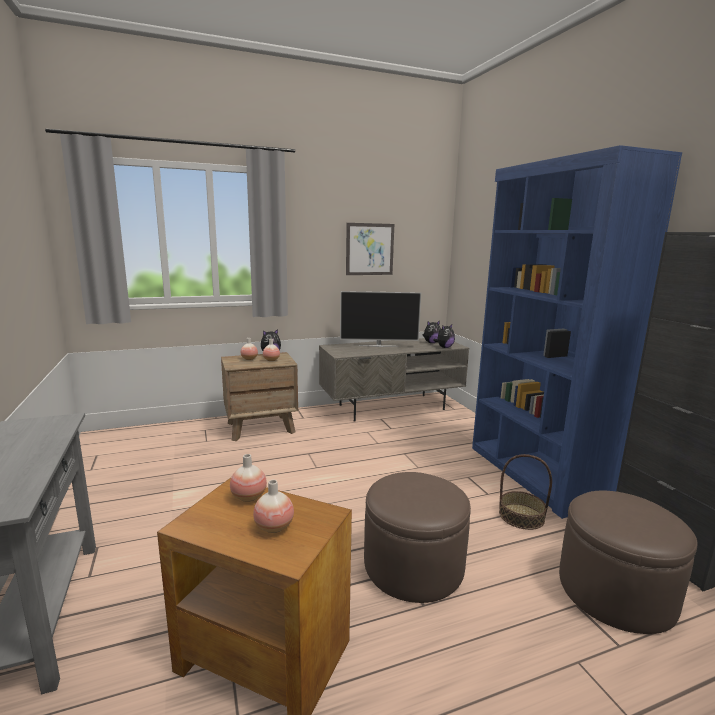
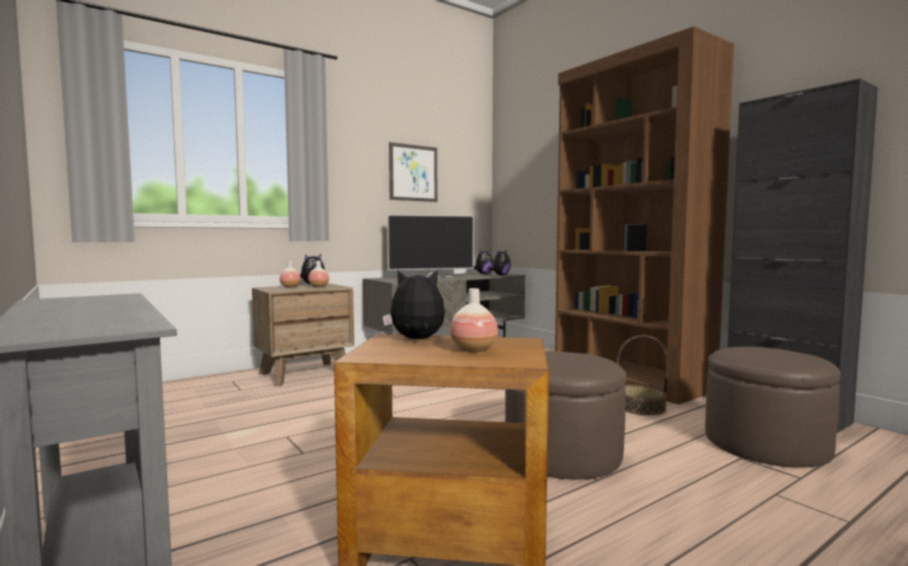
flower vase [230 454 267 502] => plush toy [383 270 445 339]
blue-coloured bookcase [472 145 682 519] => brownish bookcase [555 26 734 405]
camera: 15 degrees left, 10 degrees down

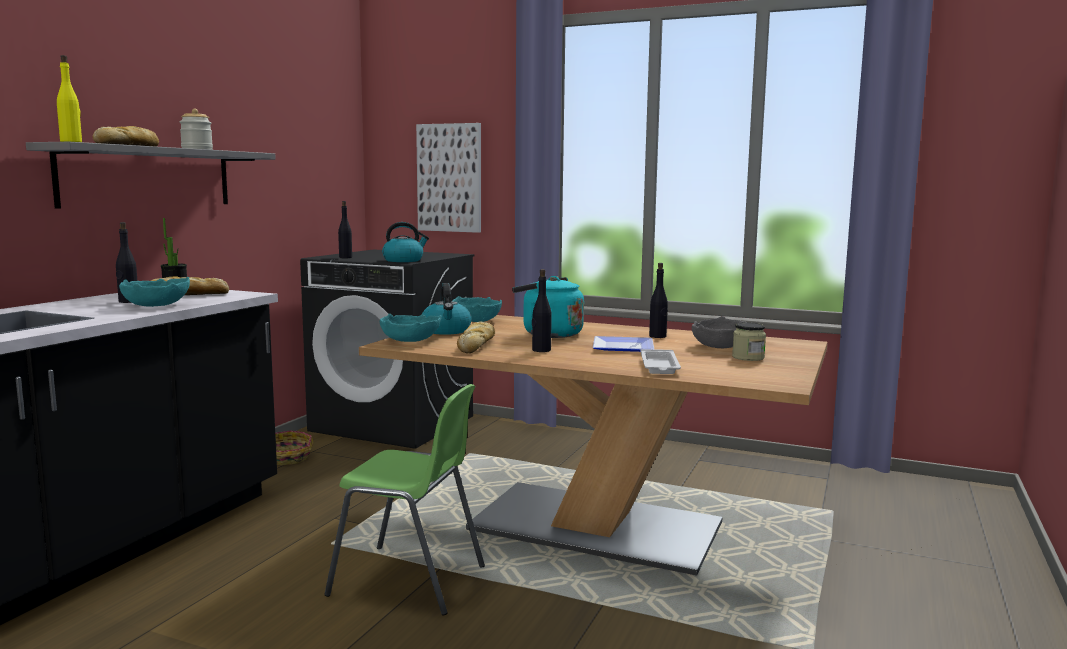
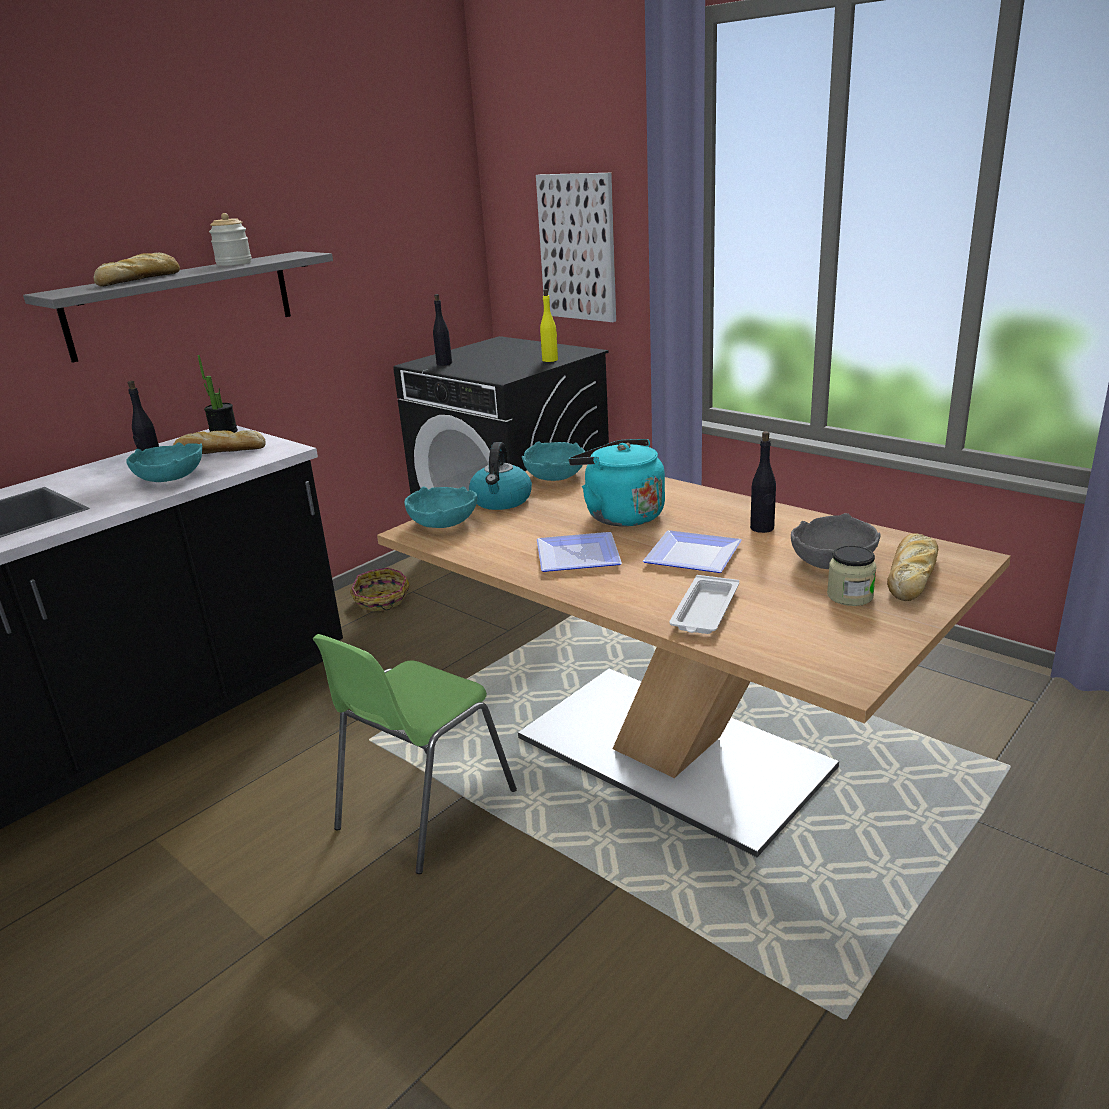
water kettle [382 222 429 262] => nothing
yellow beverage bottle [57 55 82 142] => yellow beverage bottle [540 289 558 362], shifted
bakery bread [457 322 495 353] => bakery bread [887 533 938 601], shifted
blackish beverage bottle [532 269 552 352] => dinner plate [537 532 622 572]
greenish upright chair [324 384 485 615] => greenish upright chair [313 634 517 874], 90 degrees clockwise
camera: 20 degrees right, 15 degrees up

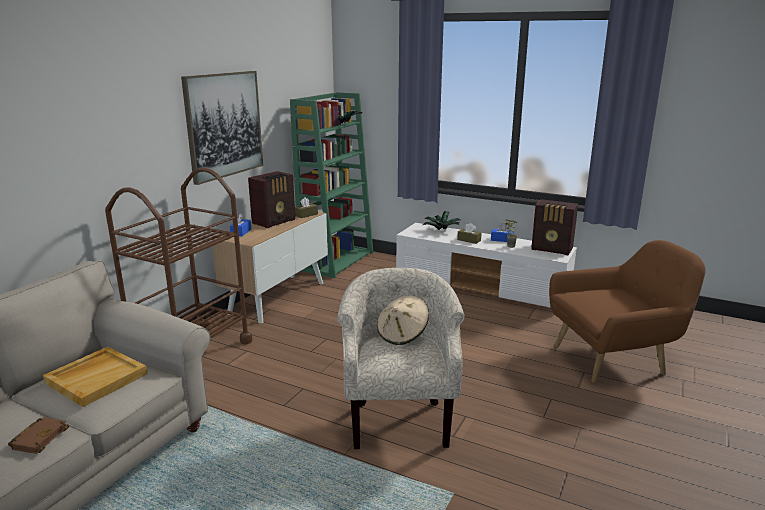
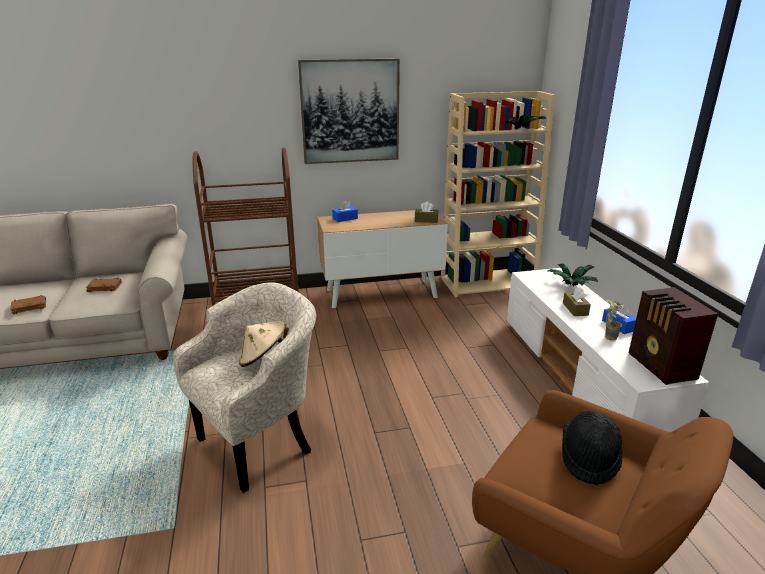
radio set [248 171 295 228] => nothing
nothing => blackish clothing hat [562 411 622 485]
sand-coloured tray [43 347 148 407] => brownish volume [86 277 122 292]
greenish bookcase [290 92 373 278] => sand-coloured bookcase [441 91 555 297]
camera: 50 degrees right, 5 degrees up

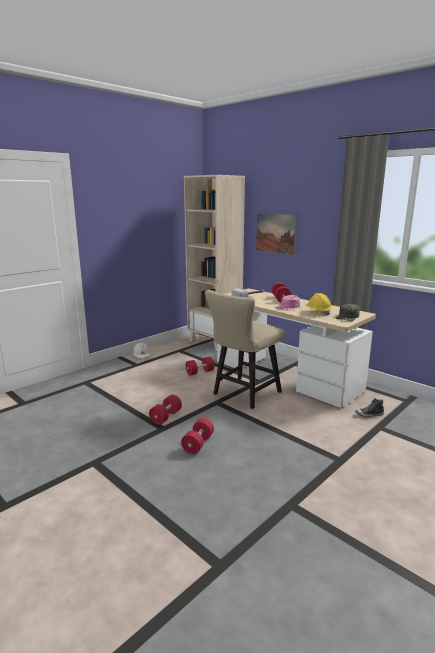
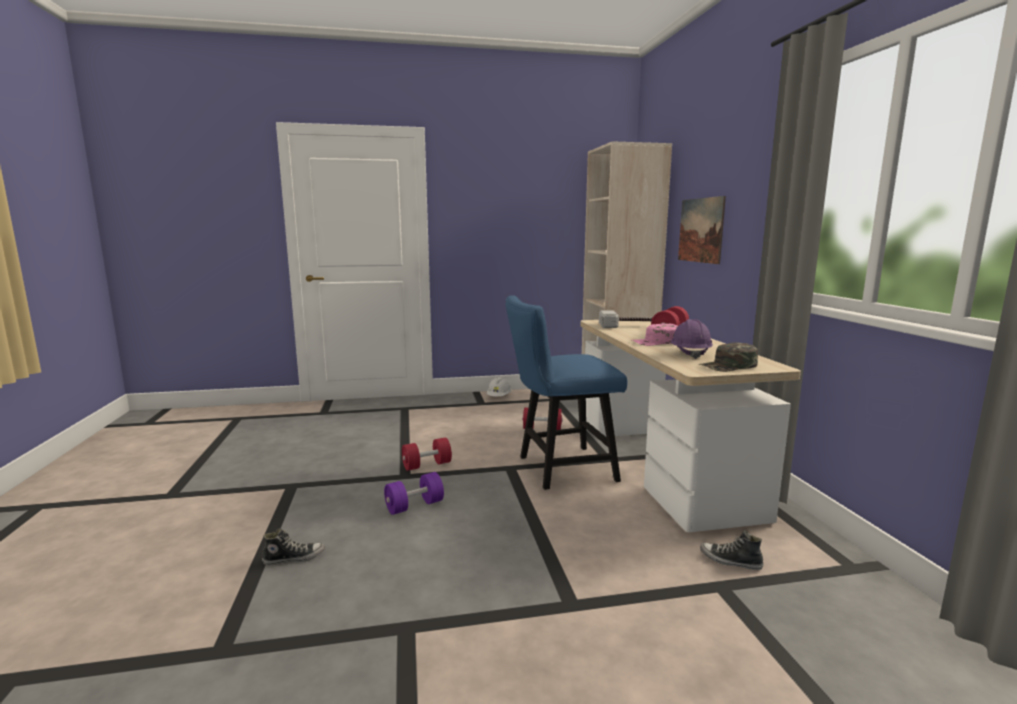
nothing => low shoe [262 528 325 565]
red-coloured dumbbell [181 418 214 454] => purplish dumbbell [384 472 444 515]
sand-coloured upright chair [205 290 285 409] => blue-coloured upright chair [506 295 628 490]
yellow safety helmet [306 293 332 315] => purplish safety helmet [671 319 713 359]
camera: 35 degrees right, 5 degrees down

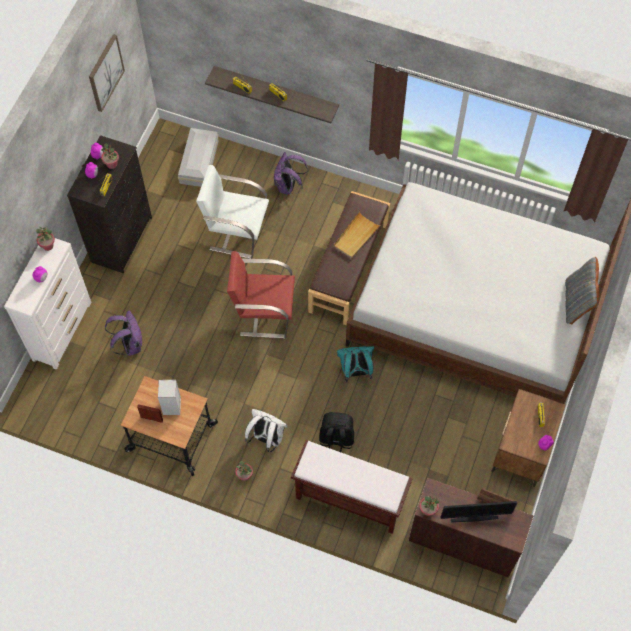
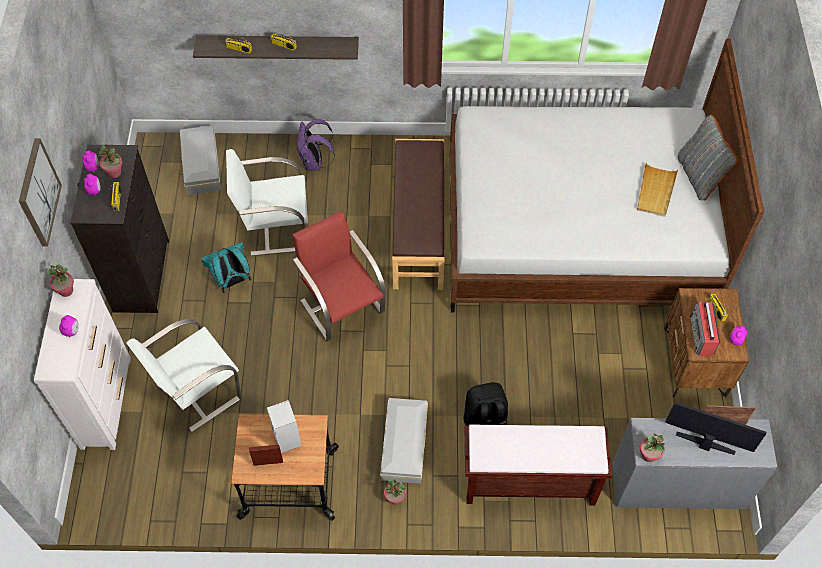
nothing => radio set [690 302 720 356]
wall picture [89 34 125 112] => wall picture [19 138 62 246], shifted
sand-coloured tray [334 212 381 258] => sand-coloured tray [637 163 678 217], shifted
turquoise rucksack [337 346 374 382] => turquoise rucksack [201 242 251 293], shifted
purplish rucksack [105 310 142 356] => white-coloured upright chair [126 319 241 432]
white-coloured rucksack [245 409 288 452] => white-coloured storage box [380 398 428 484]
brownish desk table [408 478 534 577] => gray desk table [612 418 777 509]
red-coloured upright chair [227 251 295 338] => red-coloured upright chair [292 211 386 341], 75 degrees clockwise
monitor [441 501 517 522] => monitor [665 402 766 455], 135 degrees counterclockwise
camera: 20 degrees left, 5 degrees down

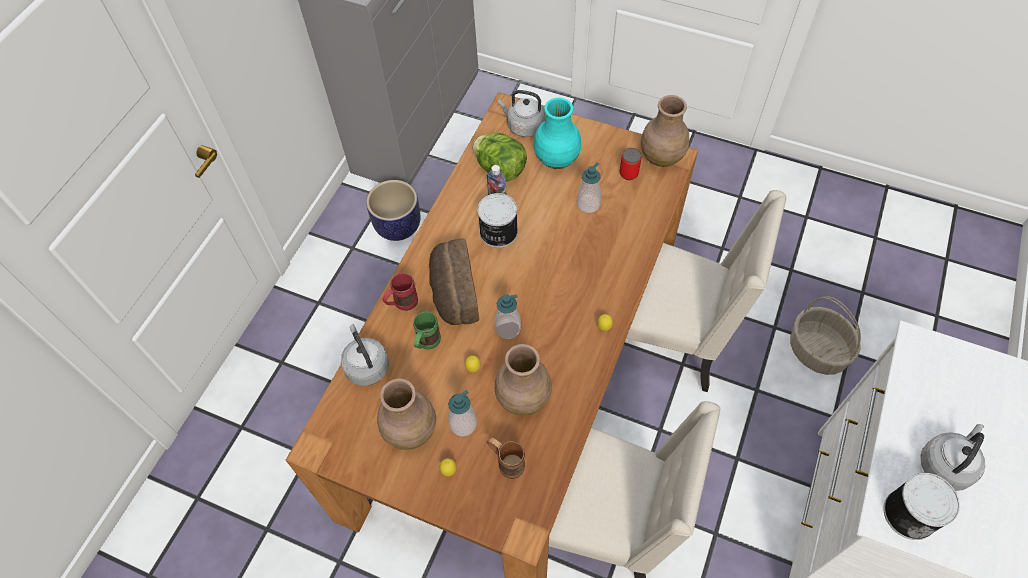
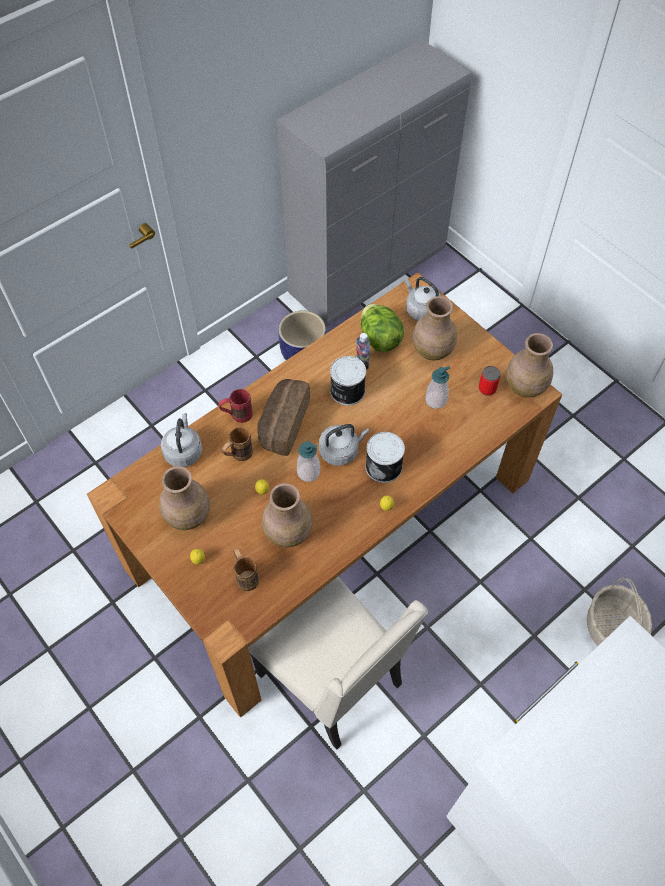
soap dispenser [448 390 477 437] => nothing
sand-coloured upright chair [626 190 787 392] => nothing
sealed can [883 473 960 540] => sealed can [365 432 405 483], shifted
gray water kettle [920 424 985 491] => gray water kettle [319 424 370 466], shifted
greenish tea mug [413 311 441 349] => brownish tea mug [222 427 253 461]
turquoise flower vase [534 98 581 169] => brownish flower vase [412 296 457 361]
camera: 25 degrees right, 0 degrees up

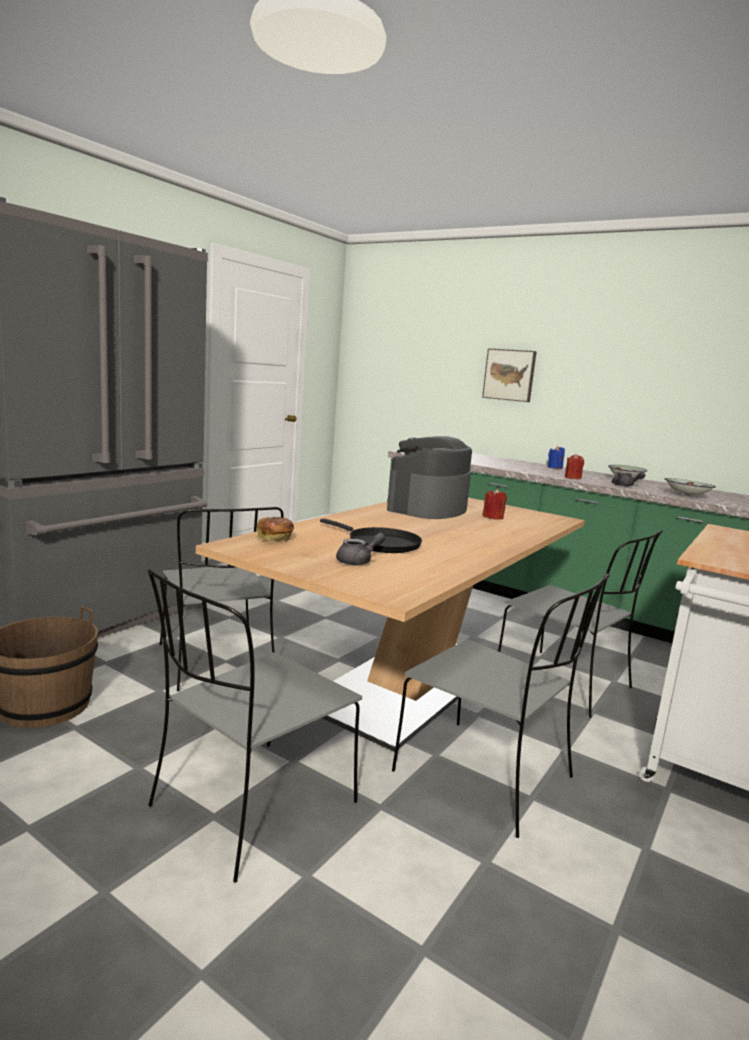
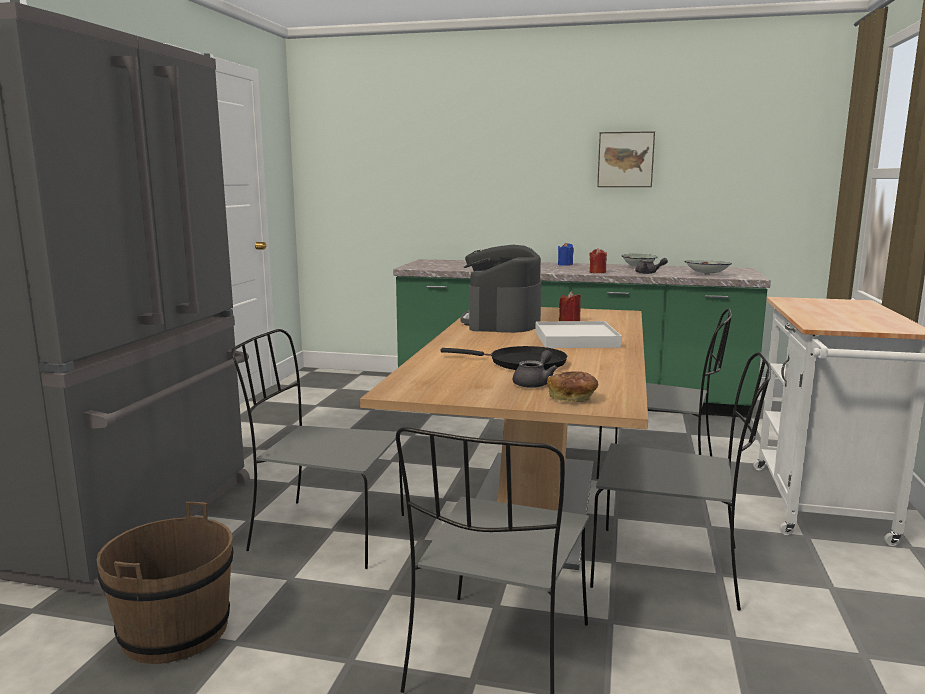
nothing => white-coloured tray [535 321 622 348]
bakery bread [257 517 294 542] => bakery bread [547 371 598 402], shifted
wall picture [482 348 537 402] => wall picture [597 131 655 187], shifted
gray upright chair [160 507 284 691] => gray upright chair [231 329 404 569], 150 degrees clockwise
camera: 20 degrees left, 0 degrees up

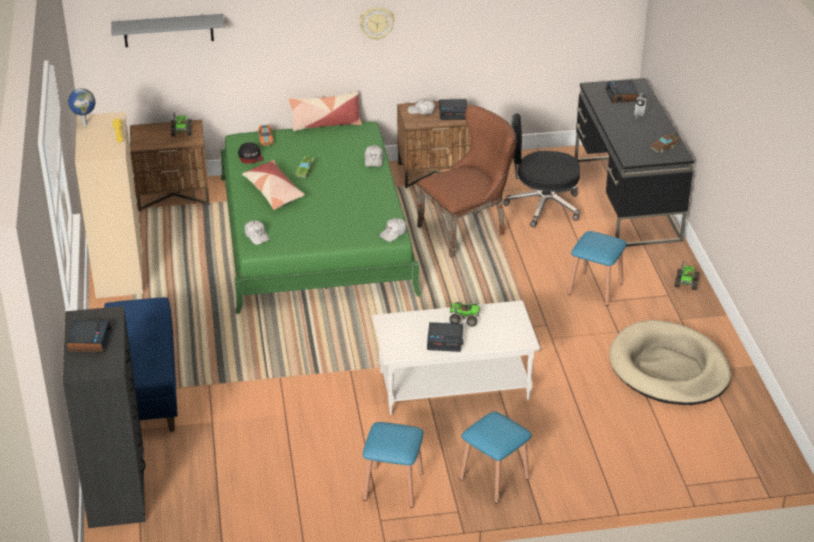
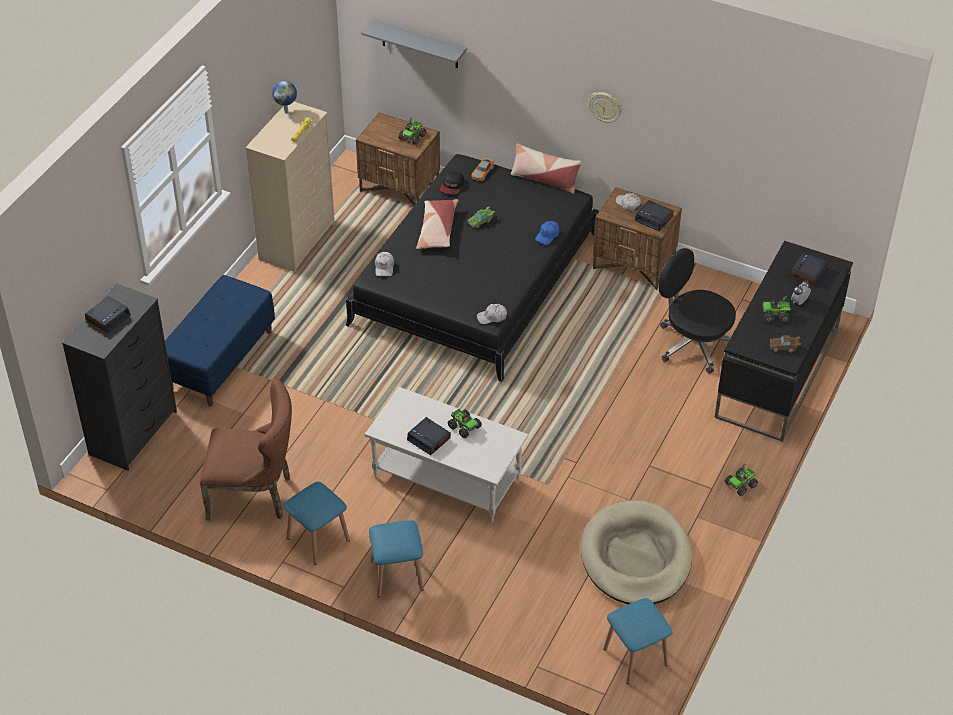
nothing => model truck [762 296 791 322]
brownish upright chair [417 105 517 258] => brownish upright chair [200 379 292 521], shifted
blue-coloured stool [568 231 627 306] => blue-coloured stool [603 598 672 684], shifted
greenish sleeping bed [220 122 421 314] => blackish sleeping bed [345 154 599 382]
white-coloured peaked cap [364 145 383 167] => blue-coloured peaked cap [535 221 560 245]
camera: 35 degrees right, 10 degrees up

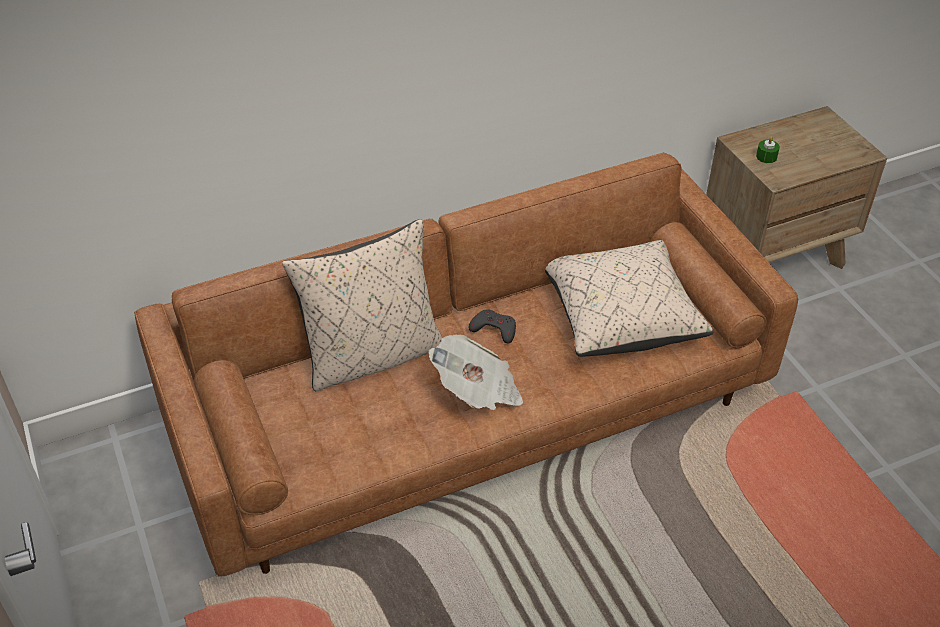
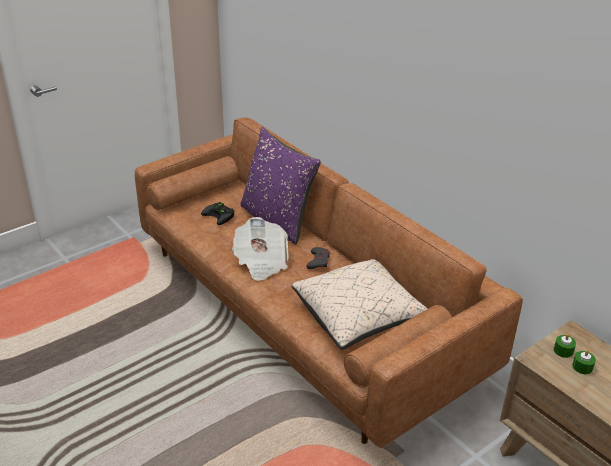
nothing => blackish gamepad [201 202 234 225]
nothing => greenish wax candle [572 350 596 374]
sand-coloured throw pillow [282 219 442 391] => purplish throw pillow [240 127 321 245]
camera: 75 degrees right, 10 degrees down

